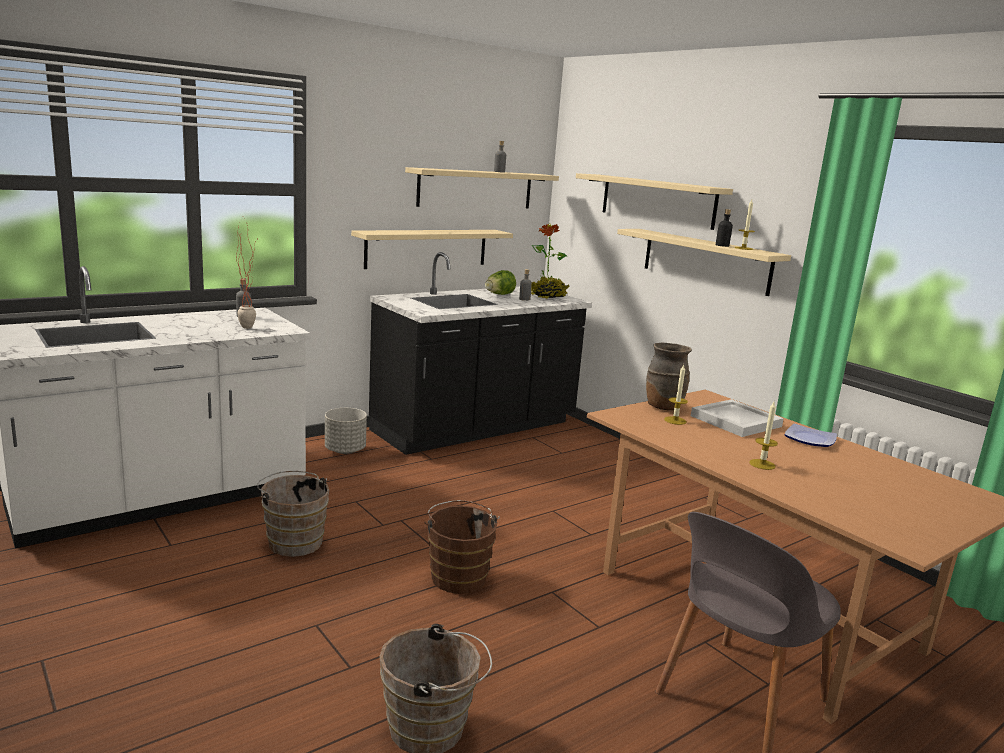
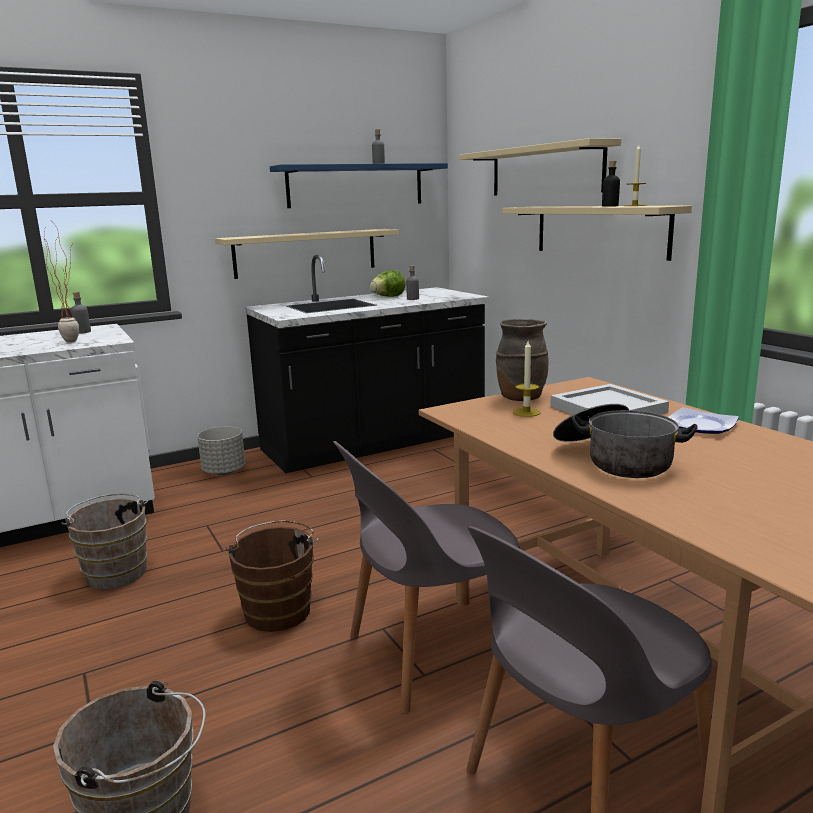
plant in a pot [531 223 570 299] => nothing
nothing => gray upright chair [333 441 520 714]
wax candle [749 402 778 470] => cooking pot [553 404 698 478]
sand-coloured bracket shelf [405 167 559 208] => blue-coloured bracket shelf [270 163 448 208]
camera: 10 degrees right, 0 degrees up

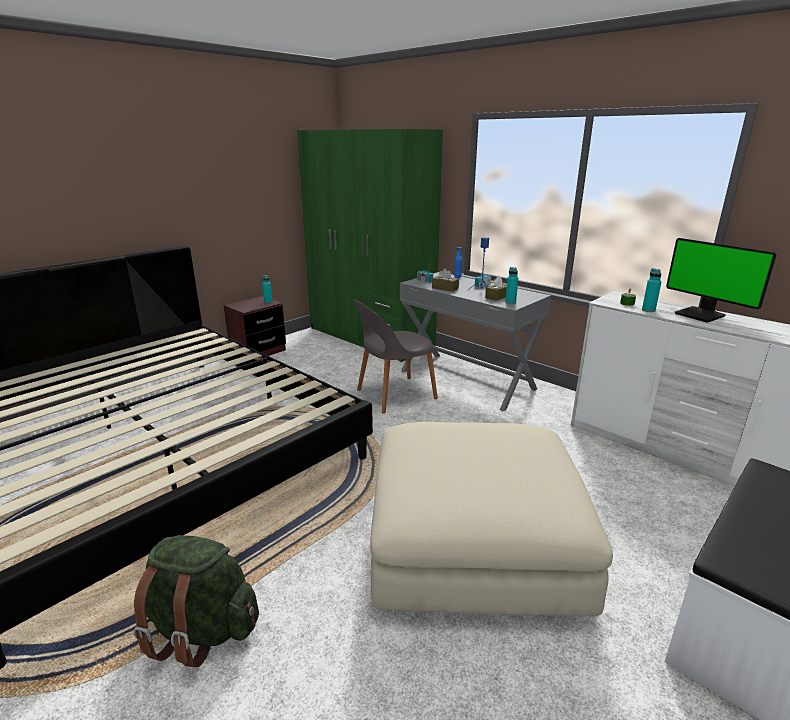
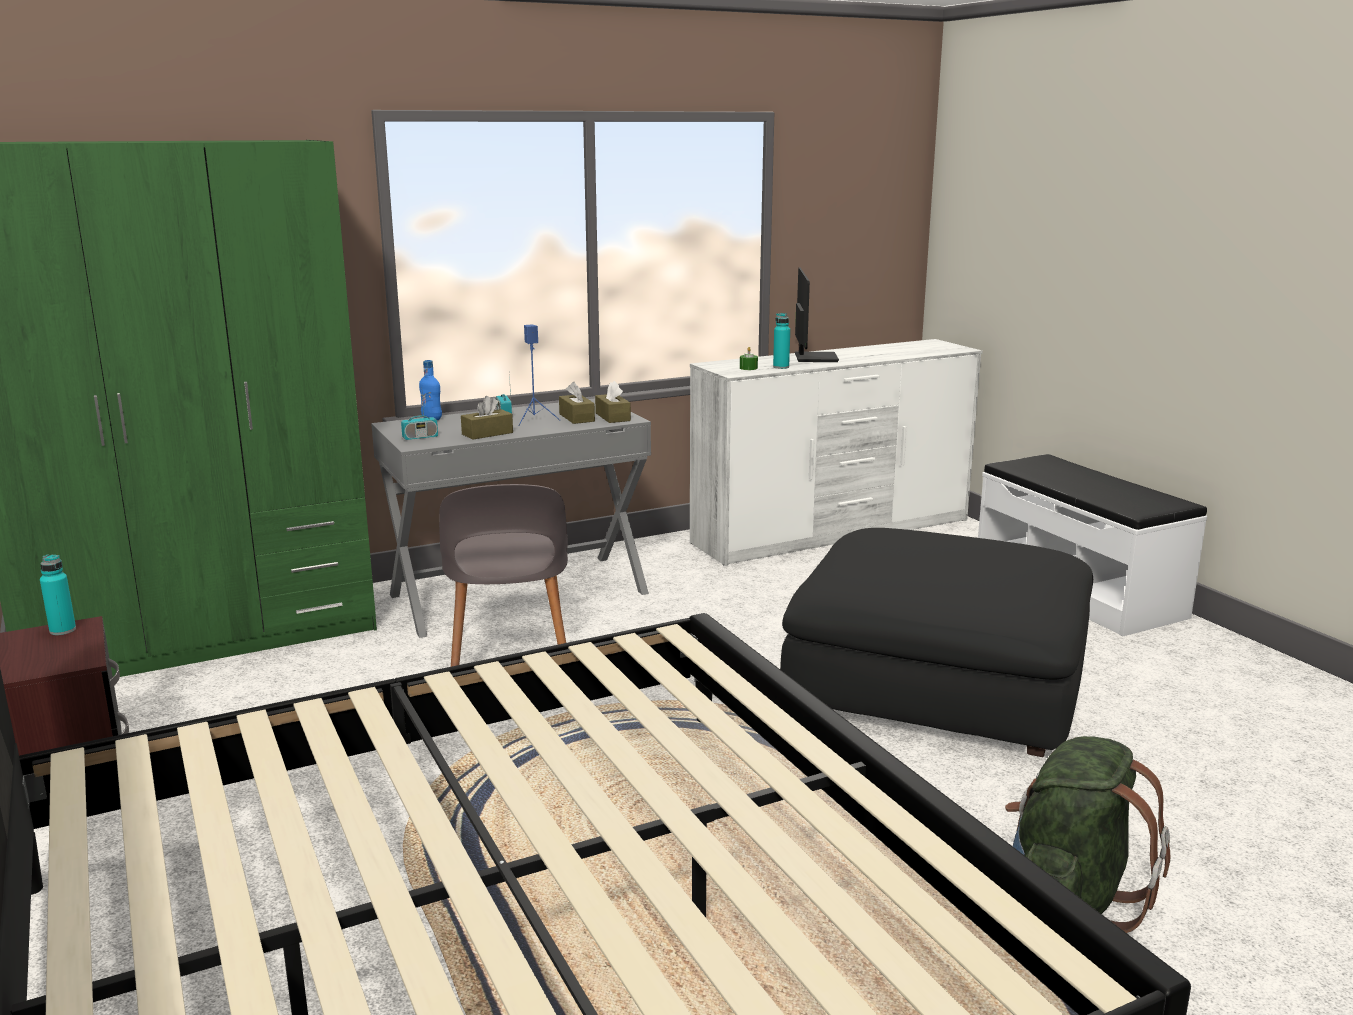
turquoise beverage bottle [505 267 518 304] => brownish tissue box [595 381 631 423]
sand-coloured footrest [370 422 613 616] => blackish footrest [780 528 1093 757]
monitor [666 238 776 323] => monitor [795 267 839 362], 75 degrees counterclockwise
camera: 70 degrees left, 5 degrees down

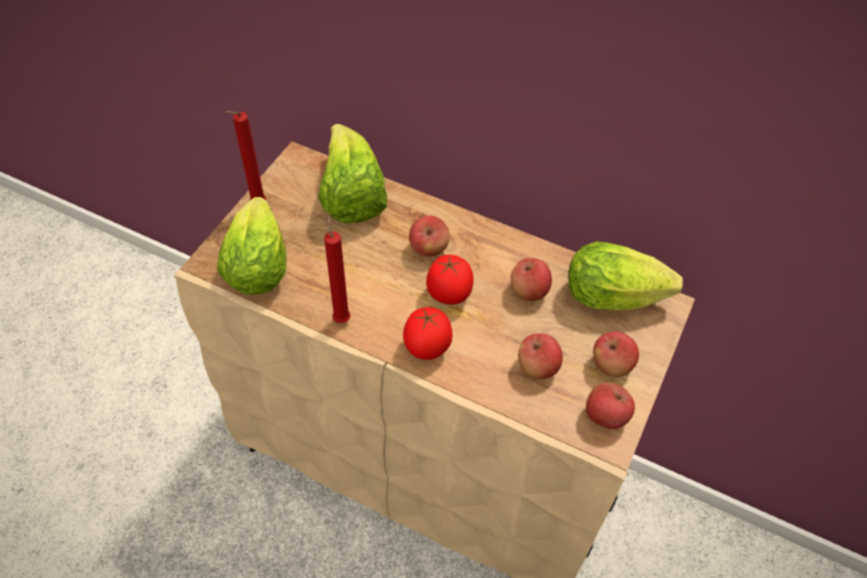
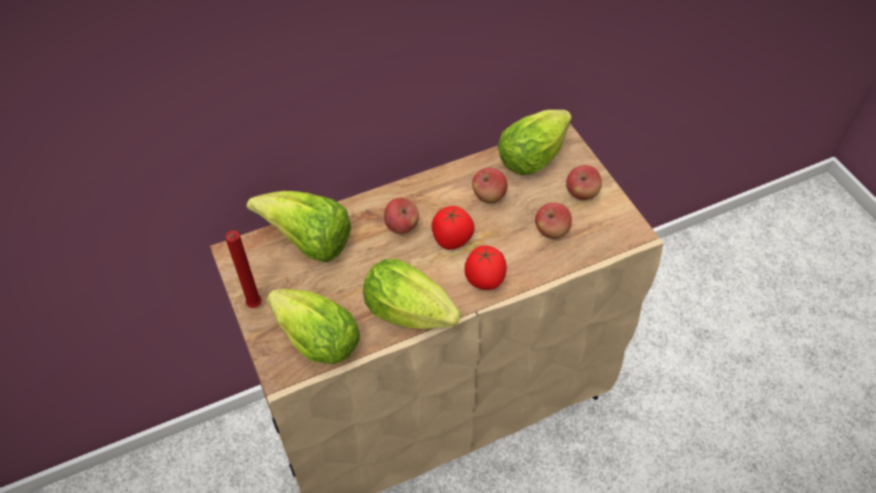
apple [586 382 635 429] => nothing
red-coloured wax candle [324 214 350 323] => lettuce head [363 259 461 329]
camera: 50 degrees left, 0 degrees up

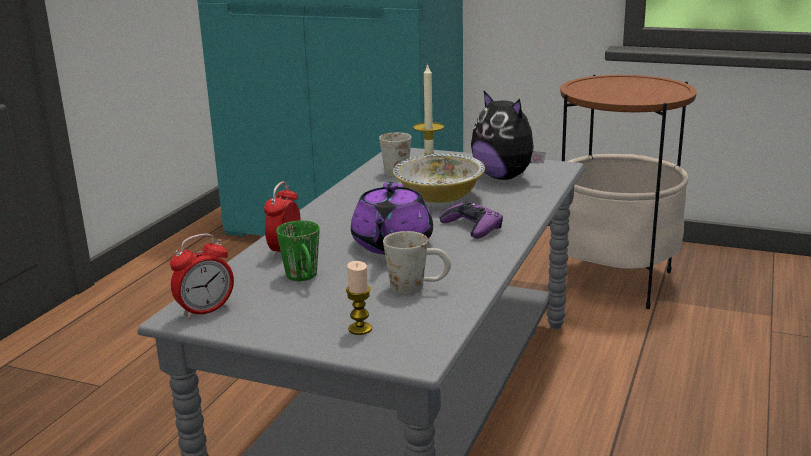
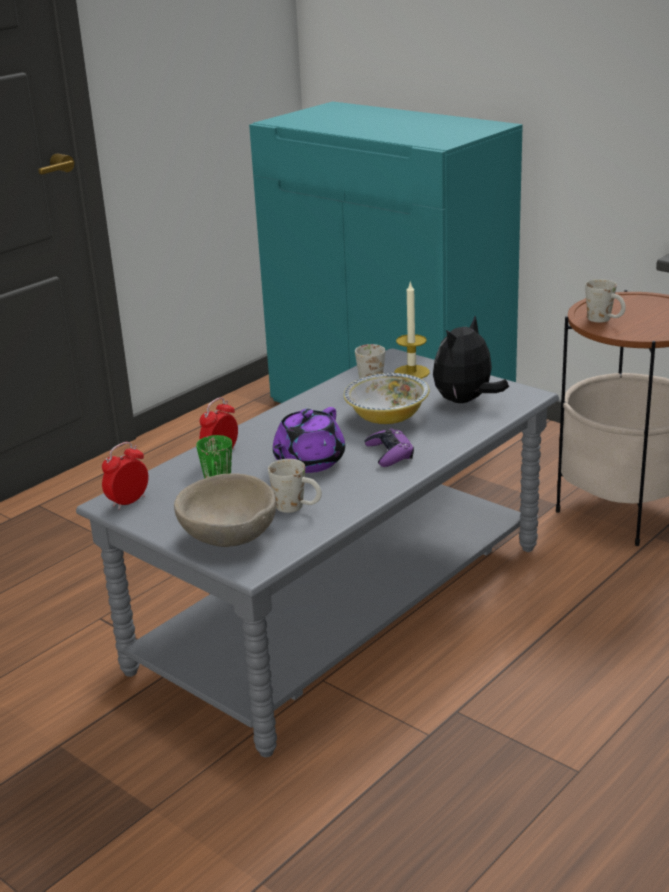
nothing => white-coloured tea mug [585 279 626 322]
wax candle [346 261 372 335] => sand-coloured deep dish [174 473 276 547]
bedside clock [170 233 234 319] => bedside clock [102 442 148 510], 150 degrees clockwise
plush toy [471 91 546 180] => plush toy [433 316 509 403], 60 degrees clockwise
camera: 20 degrees right, 5 degrees up

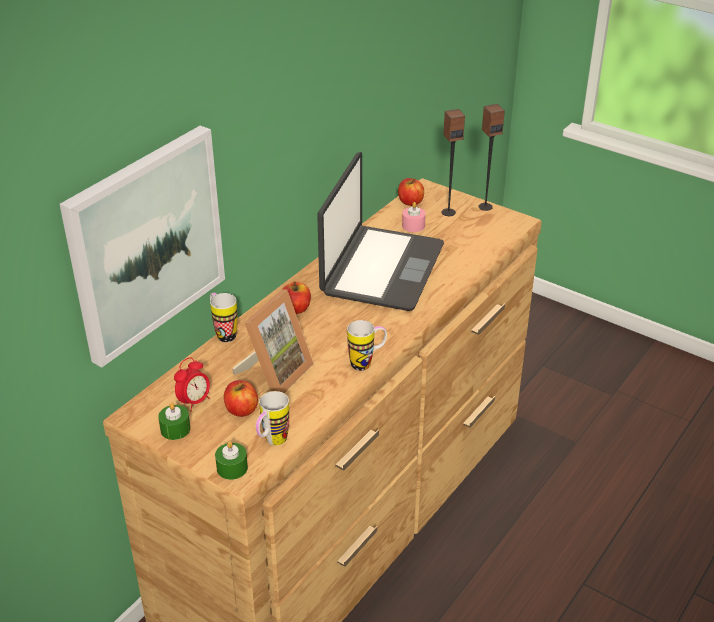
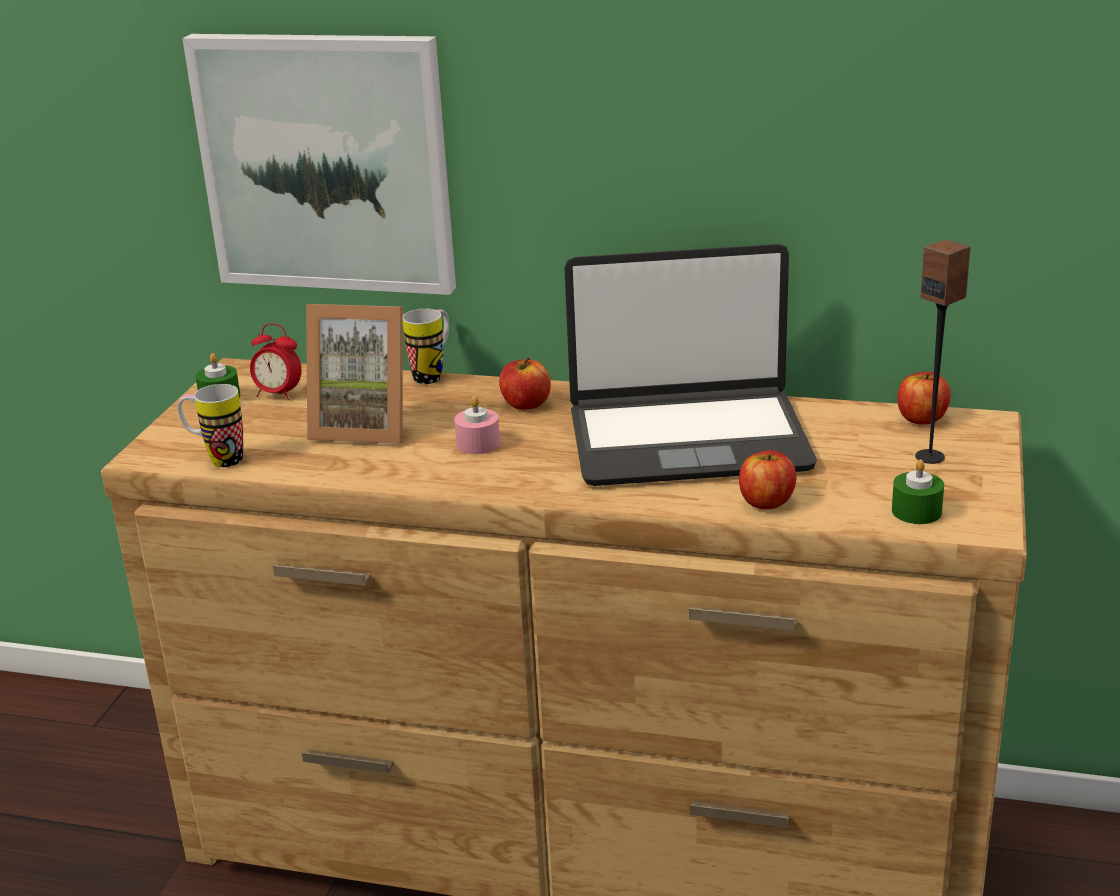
tea mug [347 320 387 371] => nothing
speaker [478 104 505 211] => nothing
greenish wax candle [215 441 248 480] => greenish wax candle [892 459 944 524], shifted
apple [224 380 258 417] => apple [739 450 797 509], shifted
pinkish wax candle [402 202 426 232] => pinkish wax candle [454 396 500 454], shifted
camera: 70 degrees right, 10 degrees down

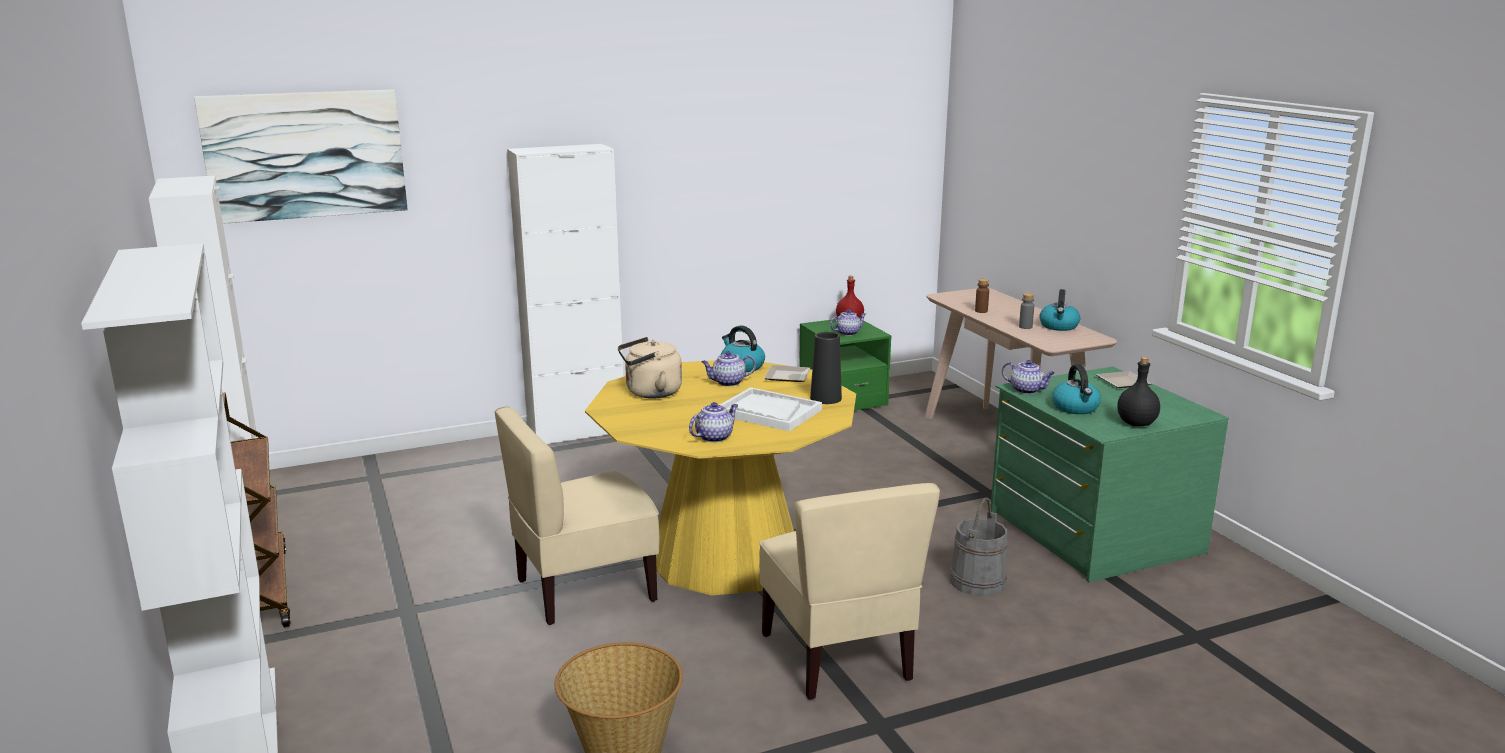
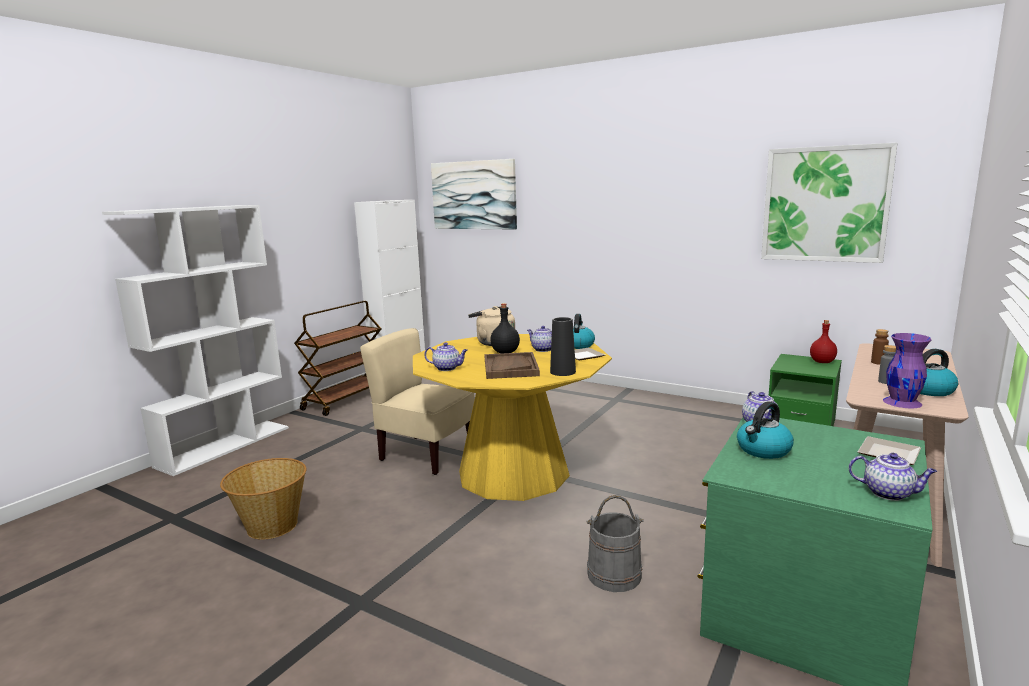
white-coloured cabinet [507 144 623 444] => nothing
sand-coloured upright chair [759 483 940 700] => nothing
nothing => wall picture [761 142 897 263]
nothing => purplish flower vase [883 333 932 408]
tea pot [830 310 866 336] => tea pot [849 453 937 501], shifted
blackish beverage bottle [1117 357 1160 427] => blackish beverage bottle [490 303 520 354], shifted
white-coloured tray [720 387 822 431] => brownish tray [484 352 540 379]
camera: 55 degrees right, 5 degrees down

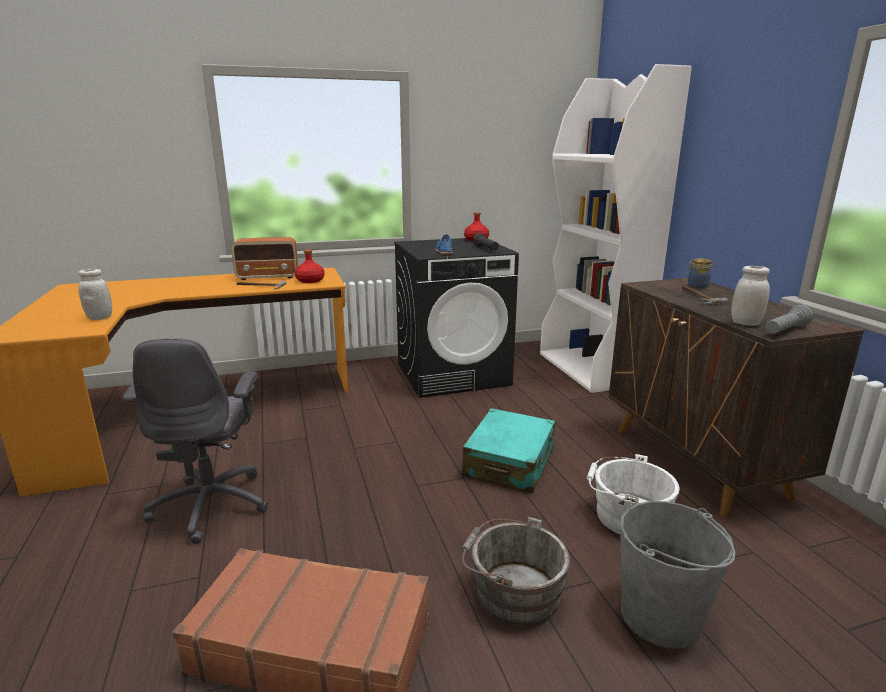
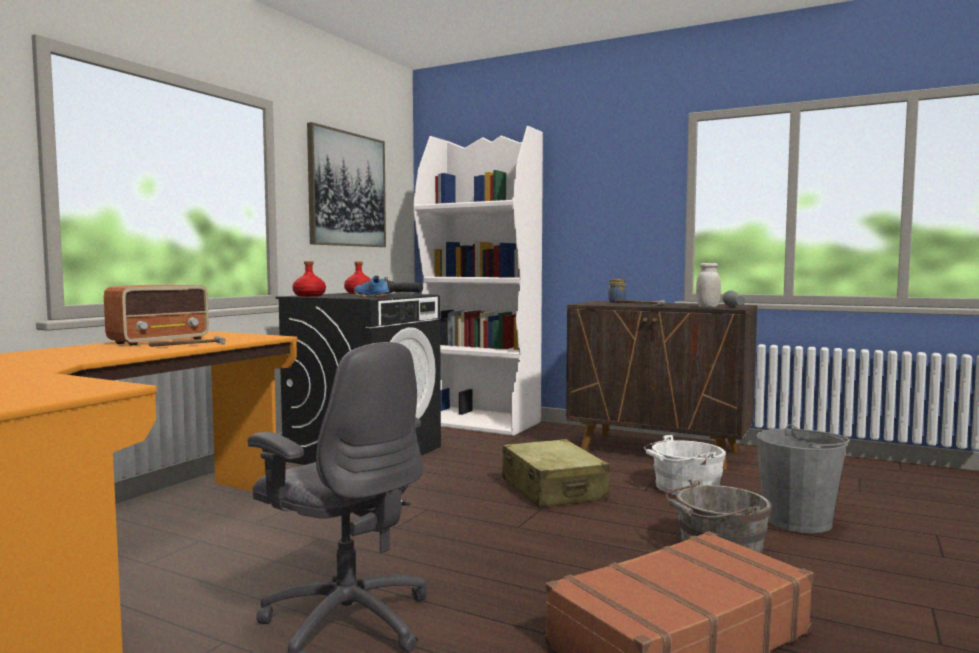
white-coloured preserve jar [78 269 112 320] => nothing
nothing => wall picture [307 122 386 247]
red-coloured beverage bottle [295 249 325 283] => red-coloured beverage bottle [292 261 326 297], shifted
turquoise piece of luggage [462 408 555 493] => sand-coloured piece of luggage [502 439 610 507]
camera: 45 degrees left, 15 degrees down

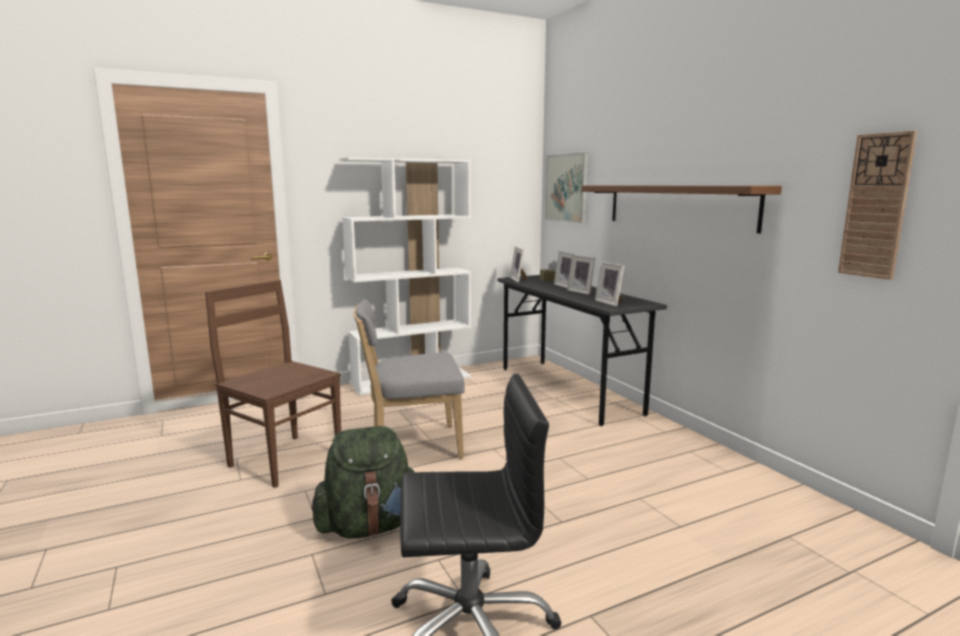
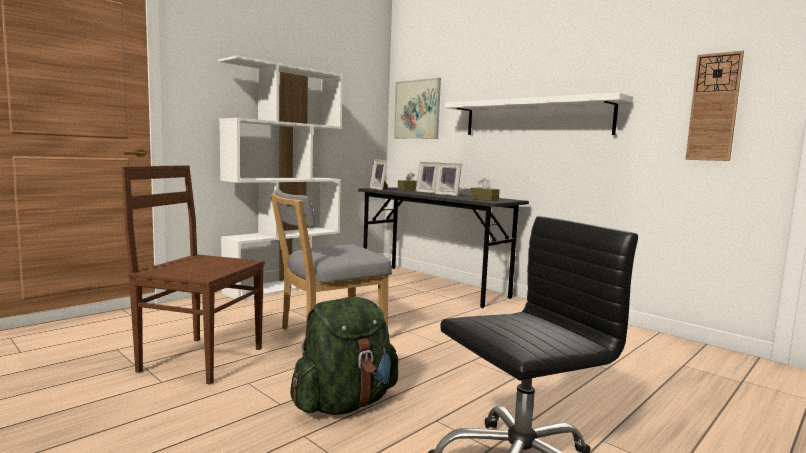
photo frame [595 262 624 306] => brownish tissue box [471 178 500 201]
brownish bracket shelf [581 186 782 233] => white-coloured bracket shelf [444 93 633 135]
camera: 20 degrees left, 5 degrees down

